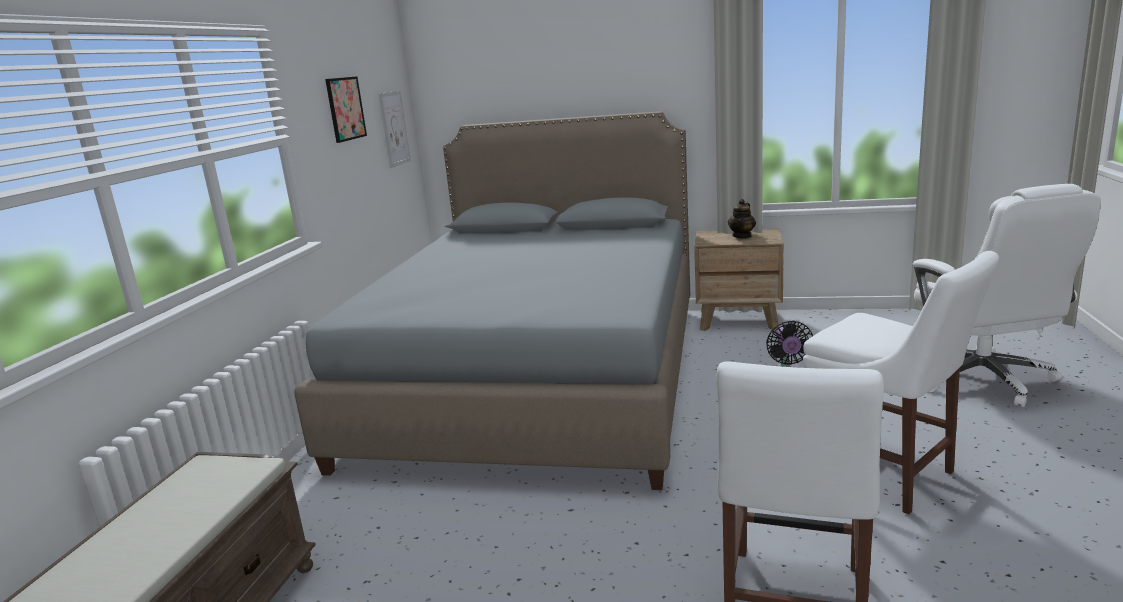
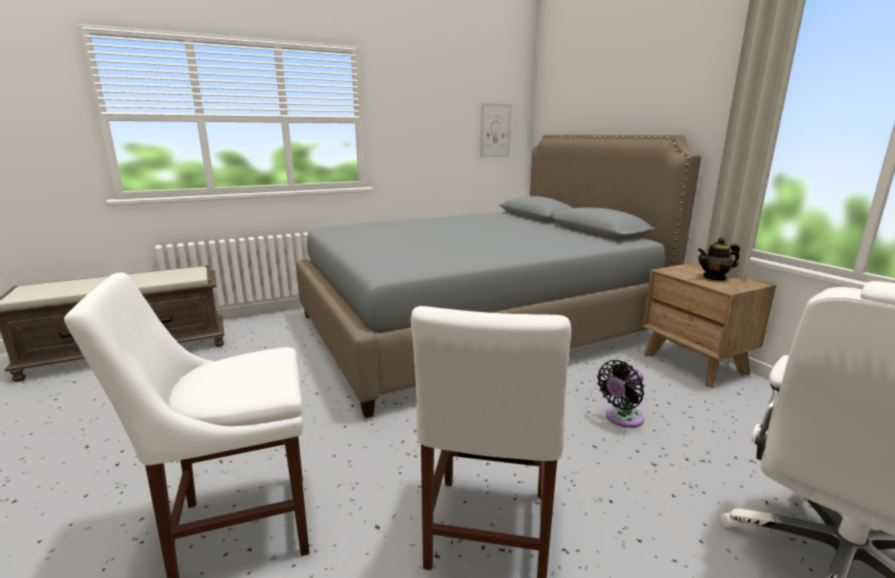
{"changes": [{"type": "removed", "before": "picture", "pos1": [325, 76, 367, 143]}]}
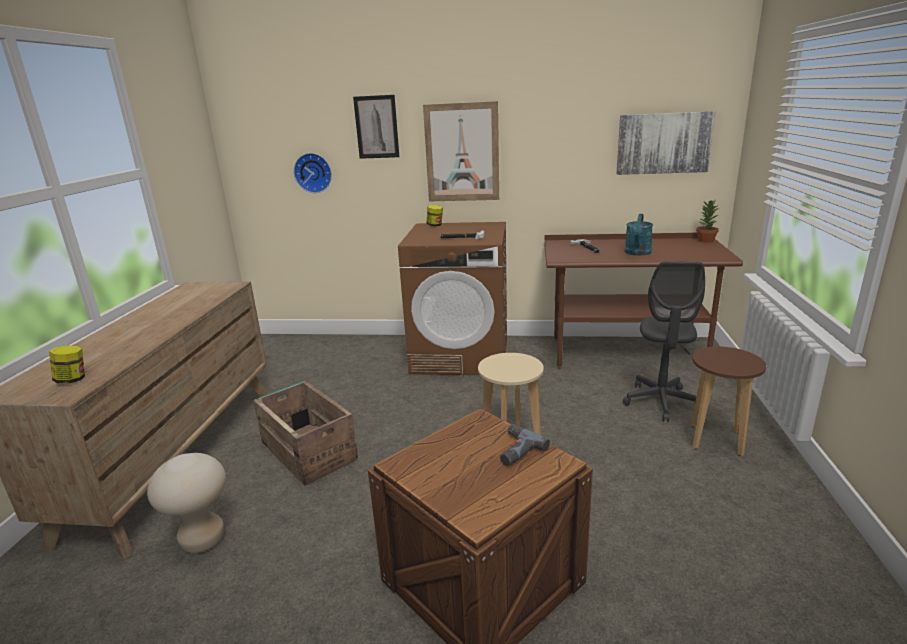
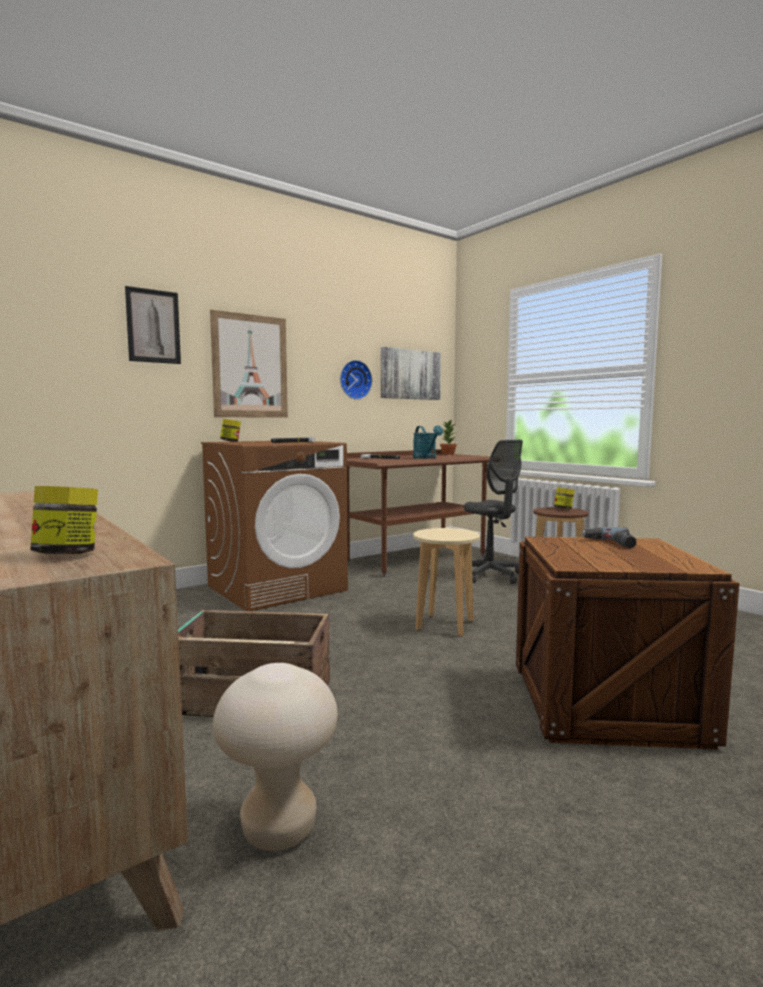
{"changes": [{"type": "moved", "before": "wall clock", "pos1": [294, 153, 332, 193], "pos2": [340, 360, 372, 400]}, {"type": "added", "after": "jar", "pos2": [554, 487, 575, 509]}]}
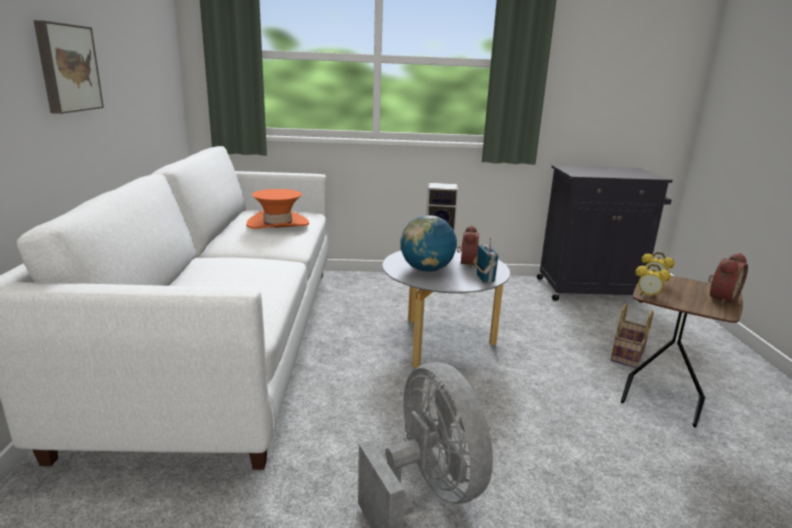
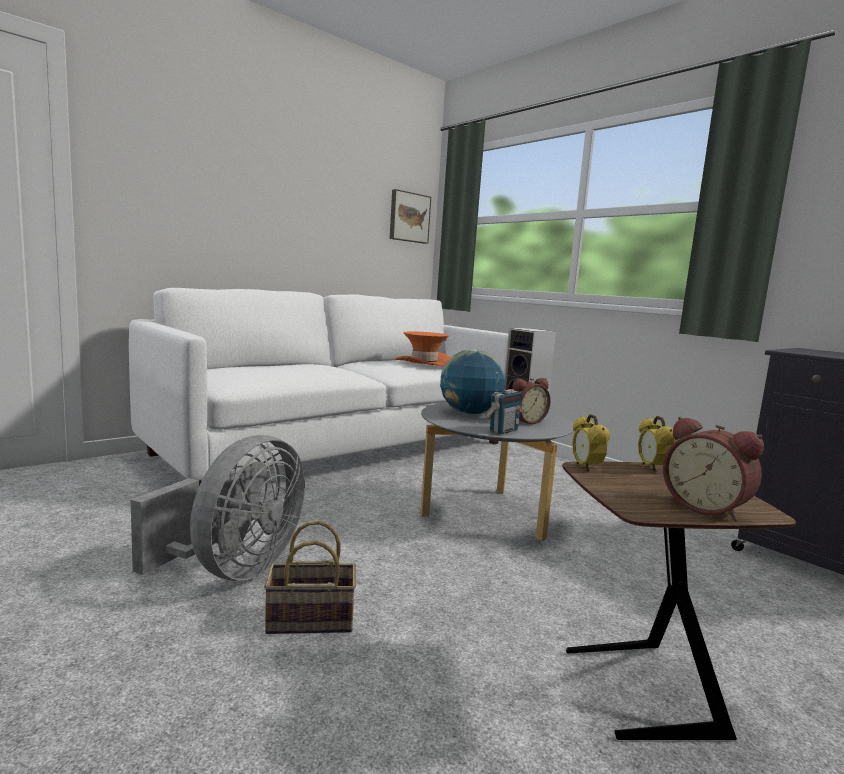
{"changes": [{"type": "moved", "before": "basket", "pos1": [611, 304, 653, 368], "pos2": [264, 521, 356, 634]}, {"type": "moved", "before": "picture", "pos1": [34, 20, 104, 114], "pos2": [390, 189, 431, 244]}, {"type": "turned", "before": "alarm clock", "pos1": [708, 253, 748, 305], "pos2": [663, 417, 764, 522], "turn": 45}]}
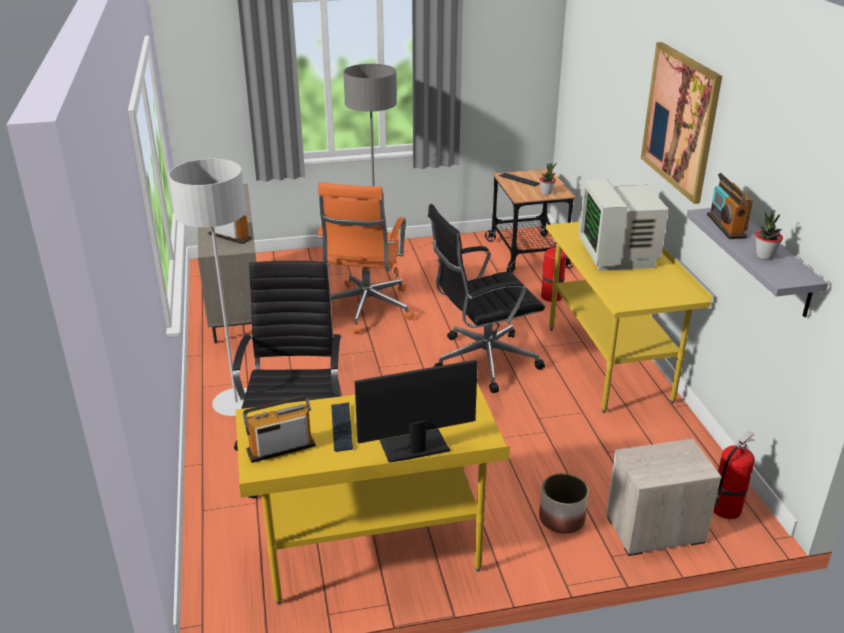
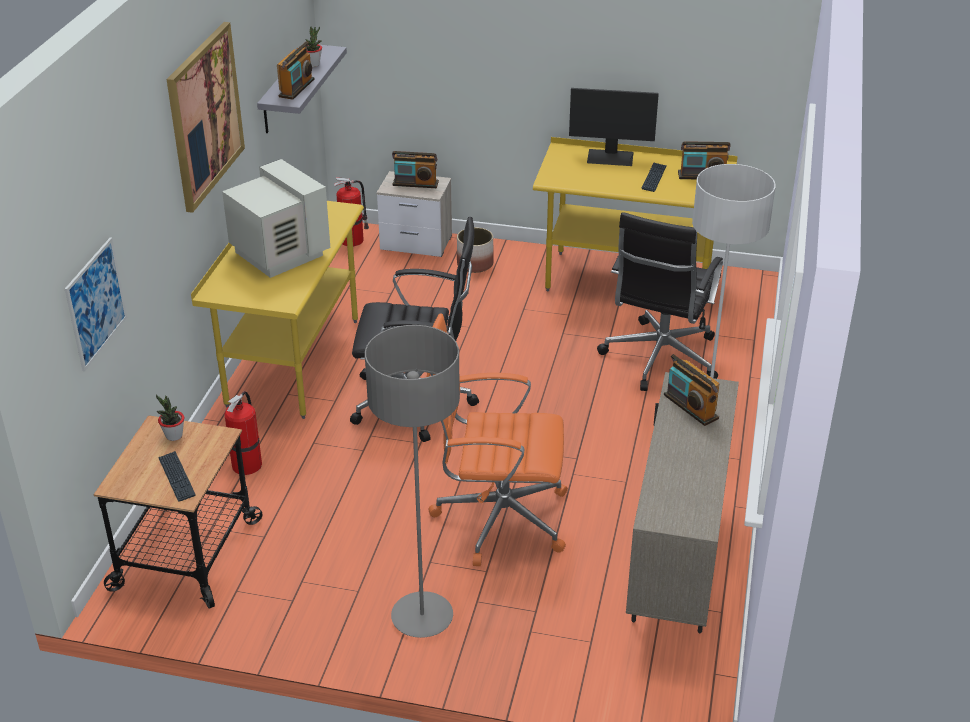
{"changes": [{"type": "added", "after": "picture", "pos2": [65, 237, 127, 371]}, {"type": "turned", "before": "monitor", "pos1": [579, 179, 669, 271], "pos2": [222, 159, 330, 278], "turn": -60}, {"type": "added", "after": "radio", "pos2": [392, 151, 439, 188]}, {"type": "turned", "before": "office chair (orange)", "pos1": [317, 182, 414, 333], "pos2": [427, 314, 568, 566], "turn": -120}]}
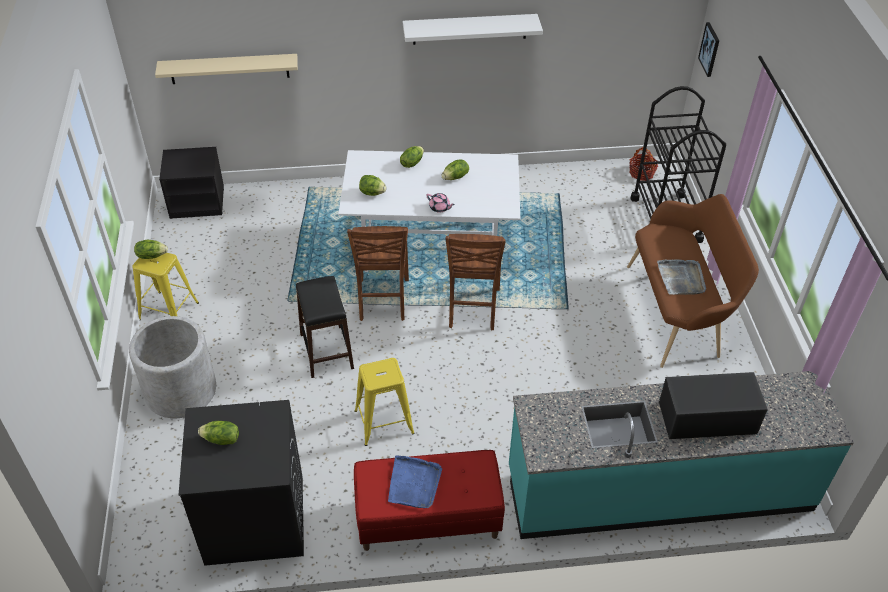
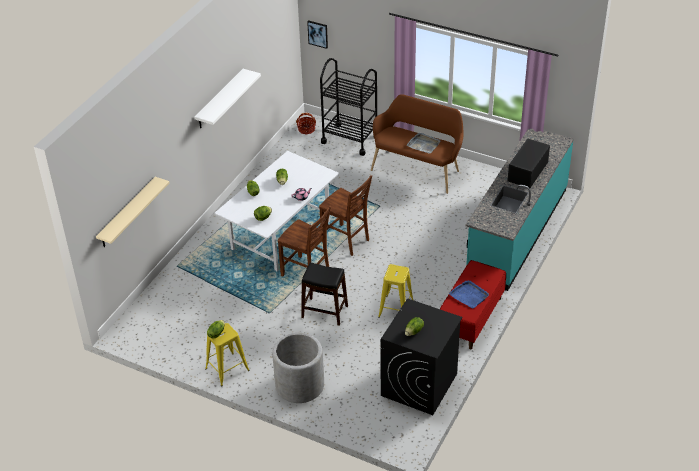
{"changes": [{"type": "removed", "before": "nightstand (black)", "pos1": [159, 147, 224, 219]}]}
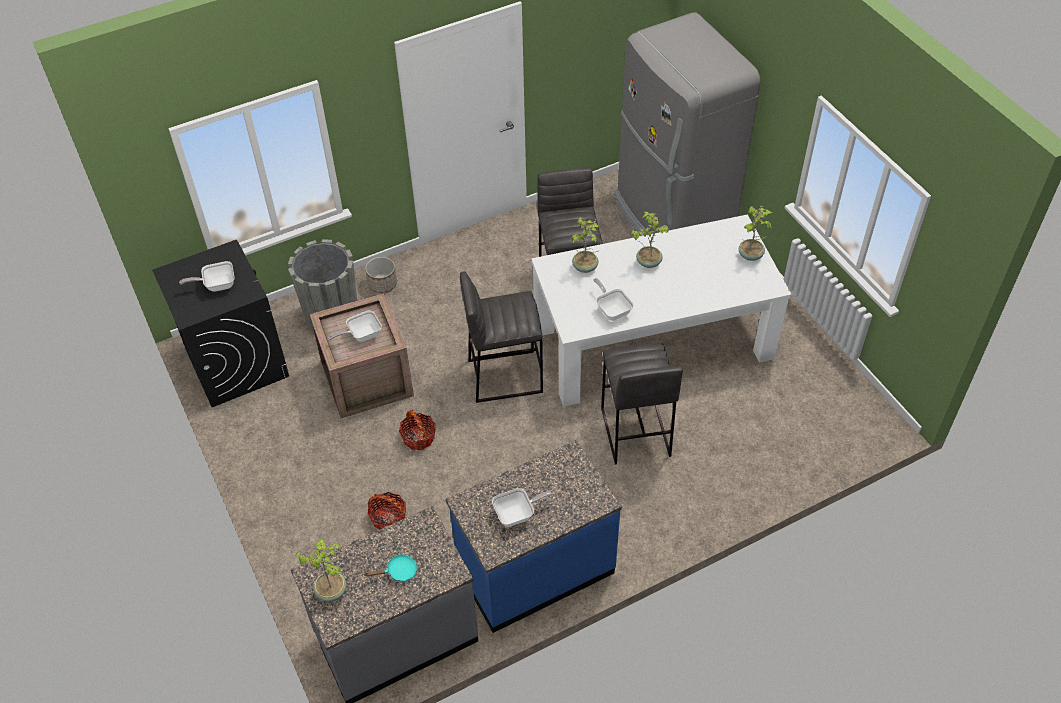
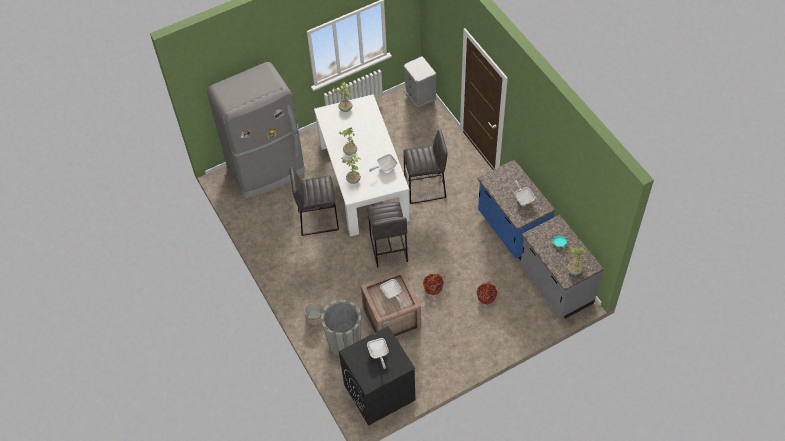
{"changes": [{"type": "added", "after": "nightstand (grey)", "pos2": [404, 56, 437, 111]}]}
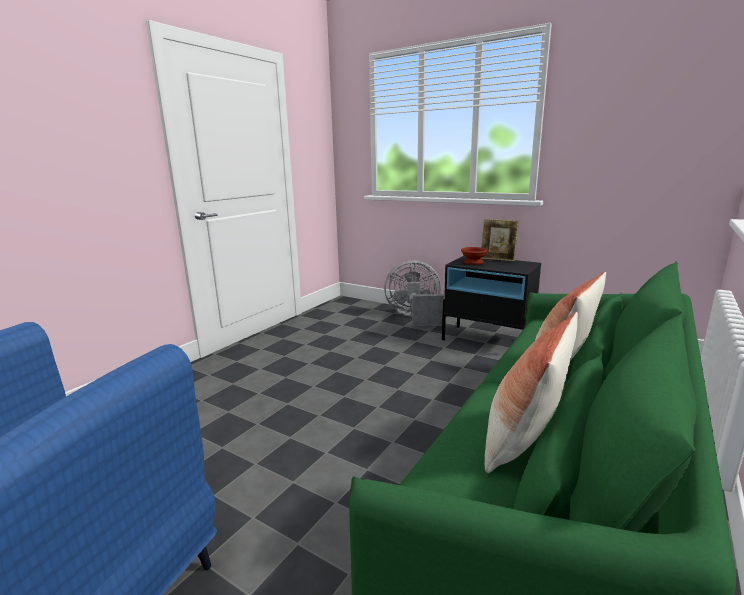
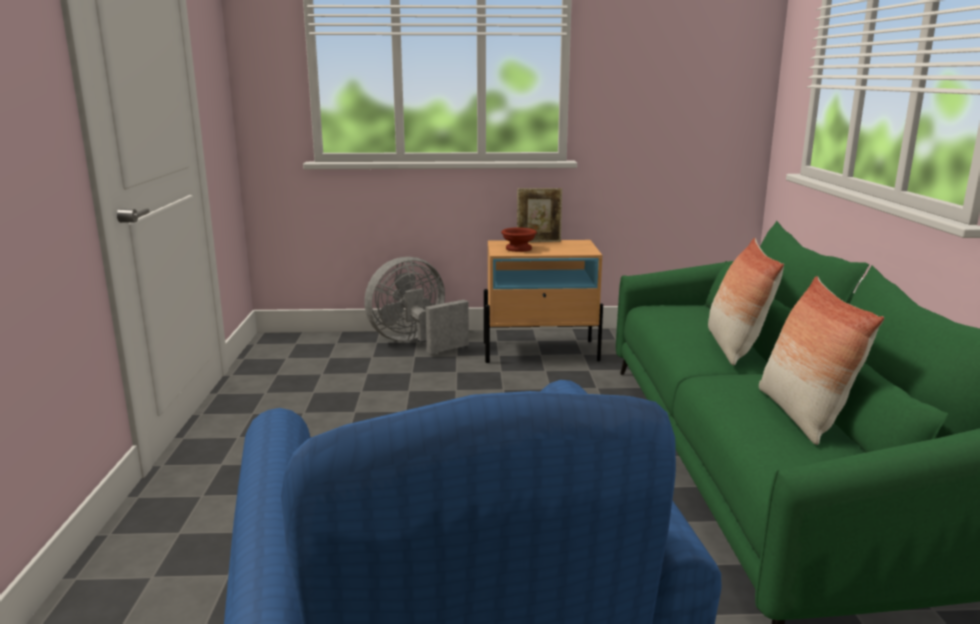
{"changes": [{"type": "recoloured", "before": "nightstand (black)", "after": "nightstand (beige)", "pos1": [442, 256, 541, 340], "pos2": [484, 240, 603, 363]}]}
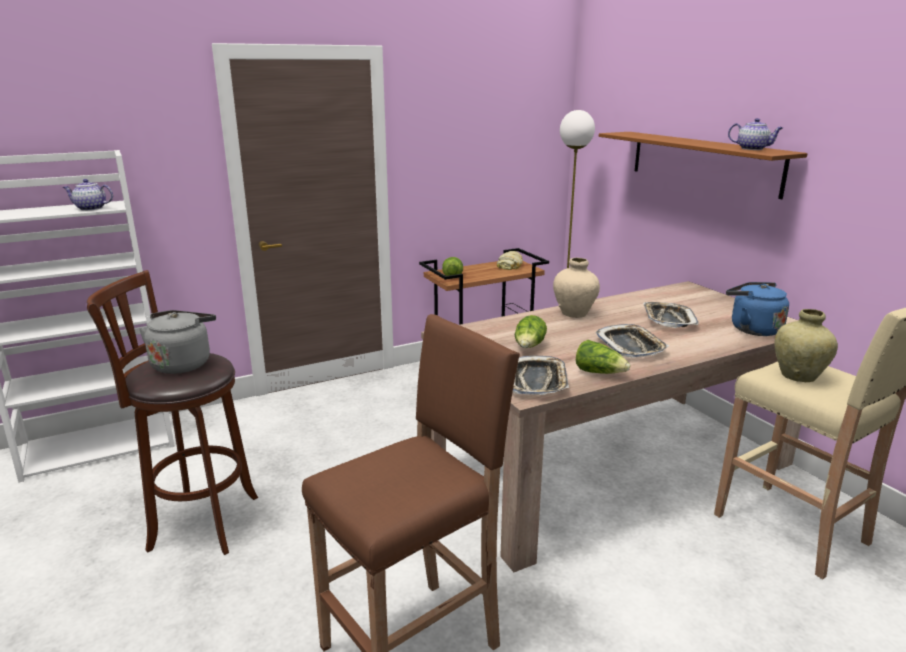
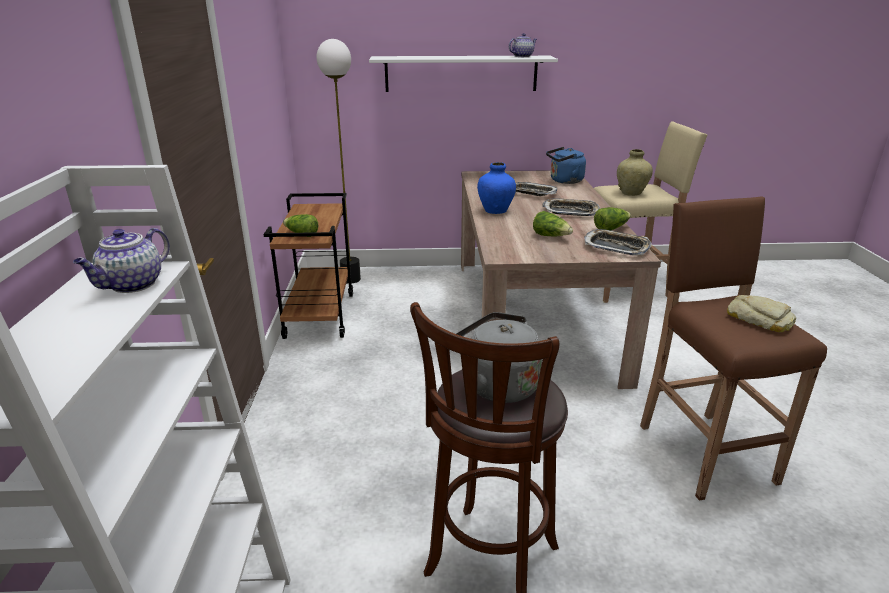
{"changes": [{"type": "recoloured", "before": "shelf (brown)", "after": "shelf (white)", "pos1": [599, 132, 808, 199], "pos2": [369, 56, 558, 92]}, {"type": "recoloured", "before": "vase (beige)", "after": "vase (blue)", "pos1": [553, 257, 600, 318], "pos2": [477, 162, 516, 214]}, {"type": "moved", "before": "bread", "pos1": [497, 251, 523, 270], "pos2": [727, 295, 796, 332]}]}
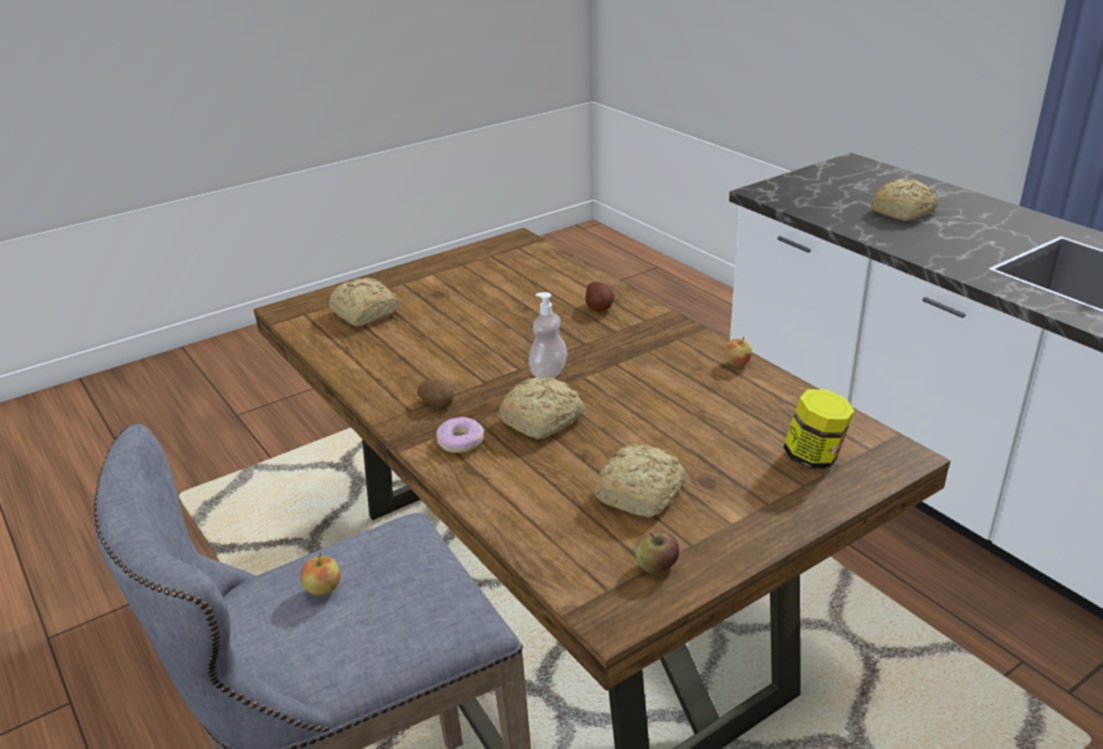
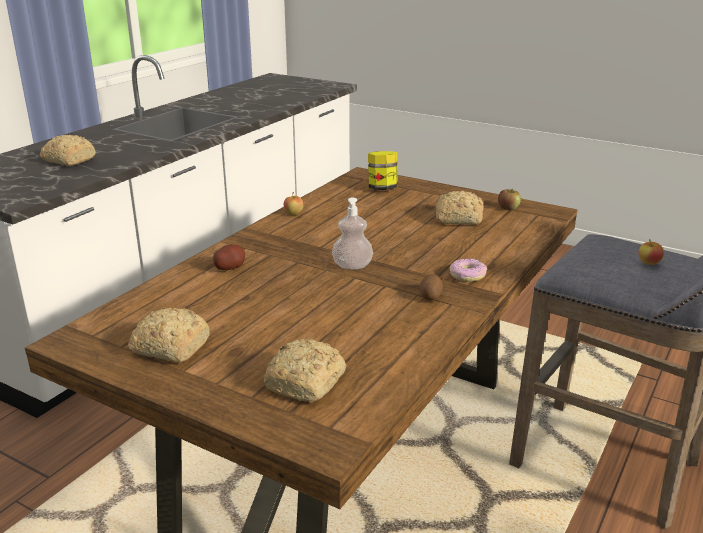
{"changes": [{"type": "moved", "before": "bread", "pos1": [498, 377, 585, 439], "pos2": [128, 308, 210, 363]}]}
